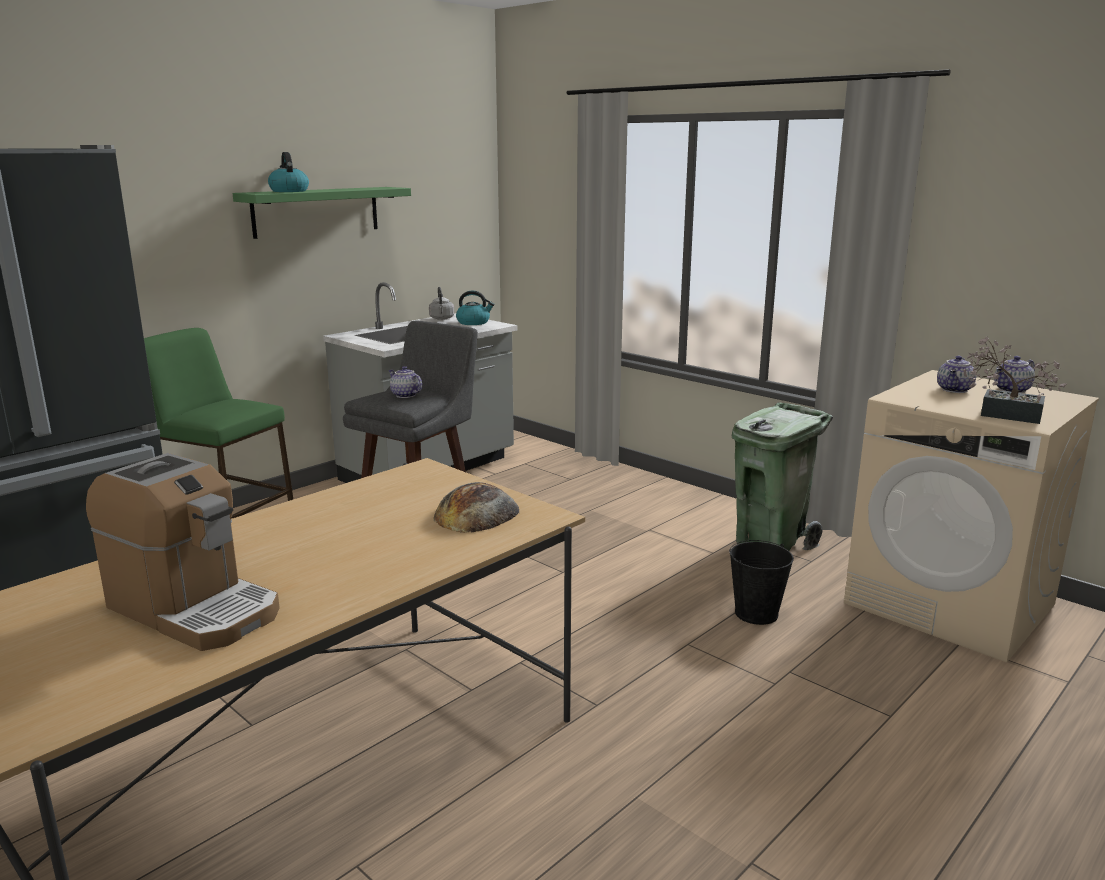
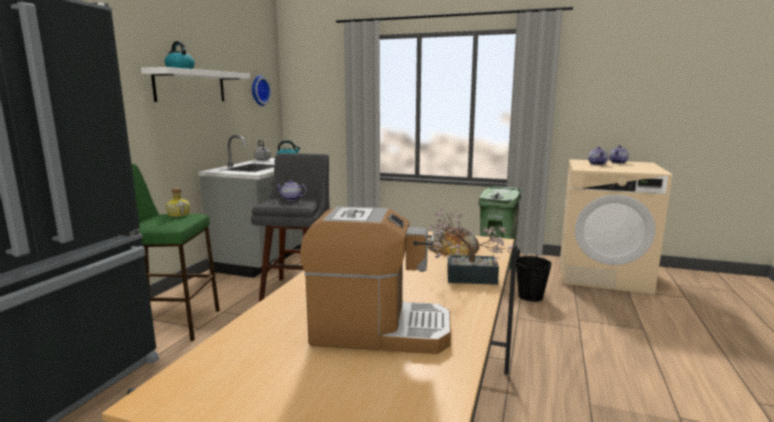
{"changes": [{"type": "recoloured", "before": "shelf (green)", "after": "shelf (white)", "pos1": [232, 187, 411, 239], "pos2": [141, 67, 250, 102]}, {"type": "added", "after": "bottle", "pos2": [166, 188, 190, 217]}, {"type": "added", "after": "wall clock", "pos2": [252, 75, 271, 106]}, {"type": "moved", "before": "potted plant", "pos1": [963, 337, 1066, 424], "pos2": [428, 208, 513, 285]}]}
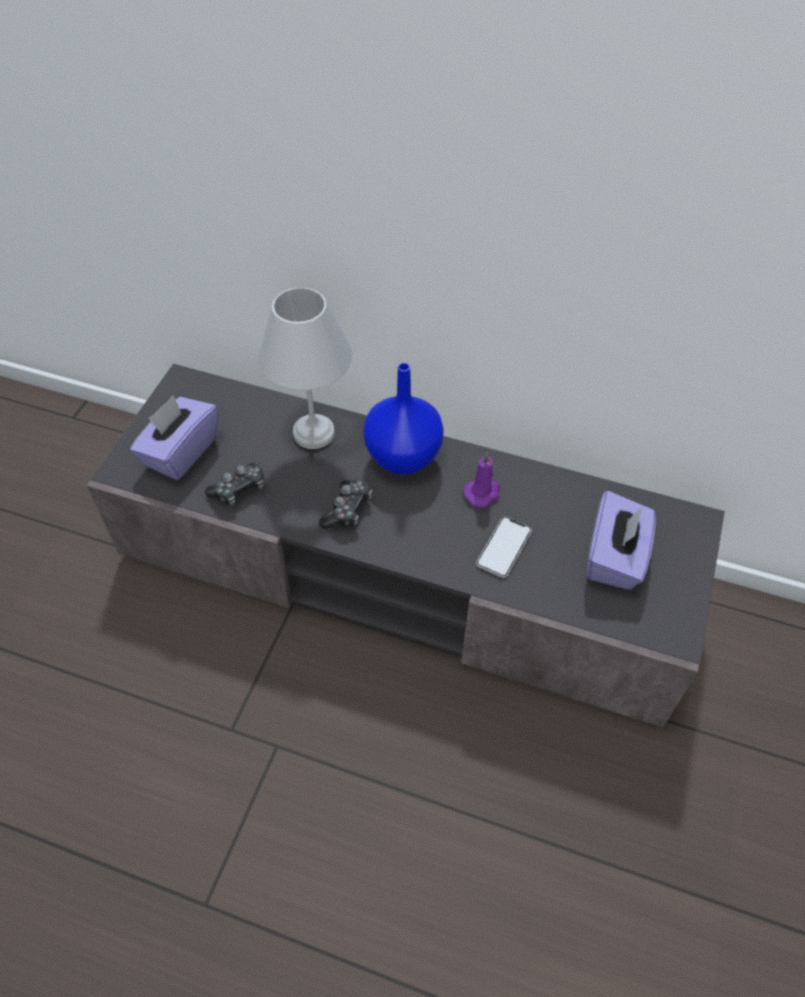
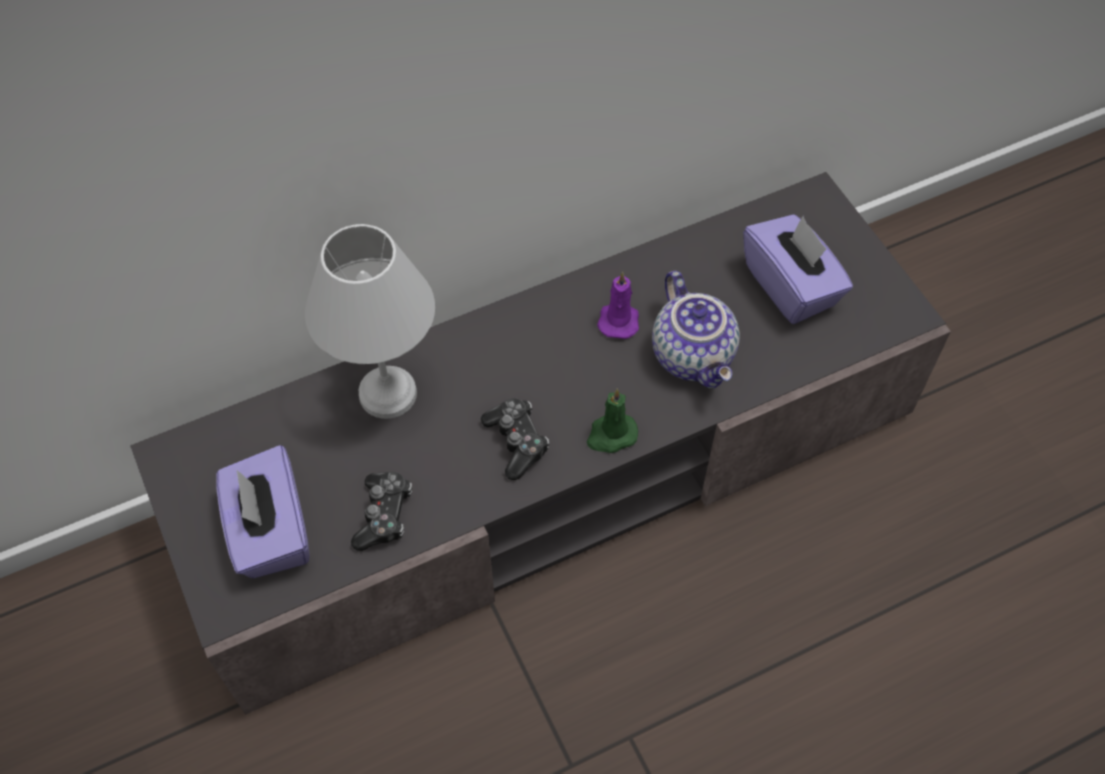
{"changes": [{"type": "added", "after": "candle (green)", "pos2": [587, 389, 638, 453]}, {"type": "replaced", "before": "phone", "after": "teapot", "pos1": [476, 516, 532, 578], "pos2": [652, 271, 740, 388]}, {"type": "removed", "before": "vase (blue)", "pos1": [363, 362, 444, 475]}]}
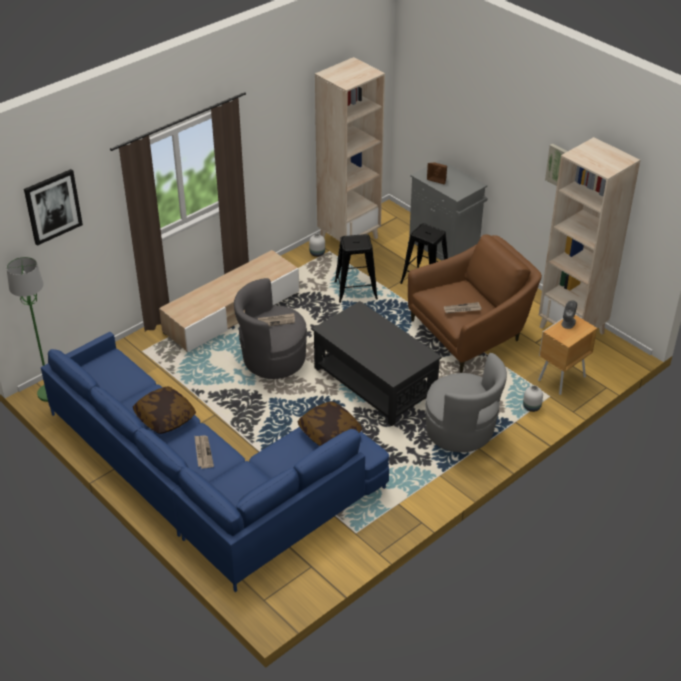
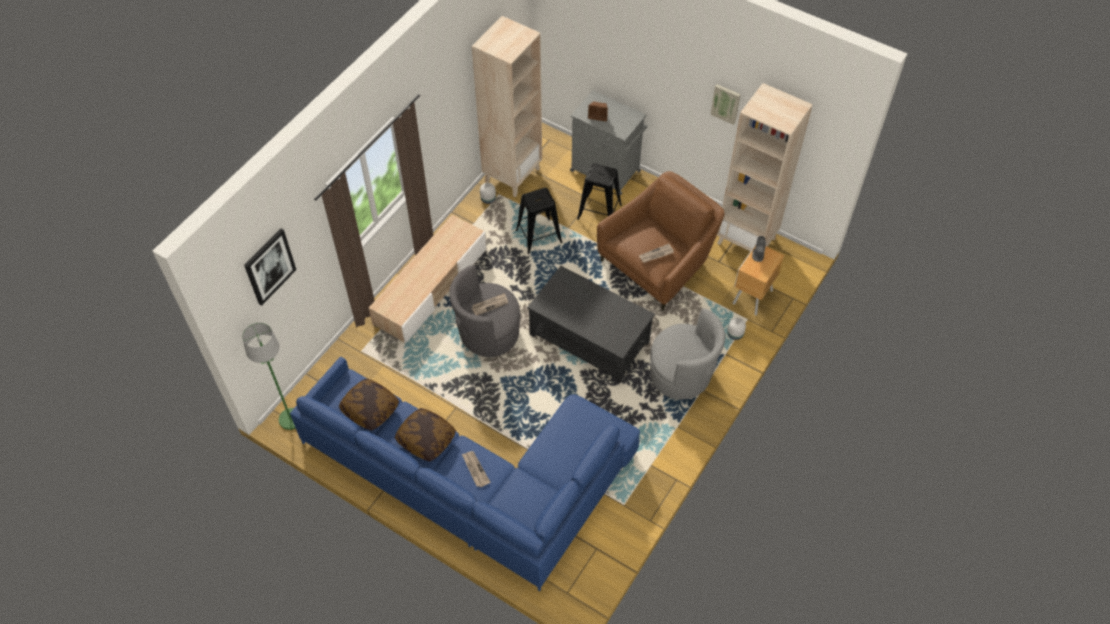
{"changes": [{"type": "moved", "before": "pillow", "pos1": [297, 401, 362, 446], "pos2": [339, 379, 399, 431]}]}
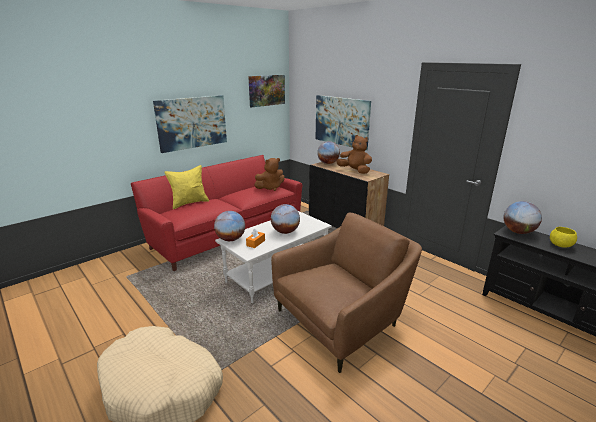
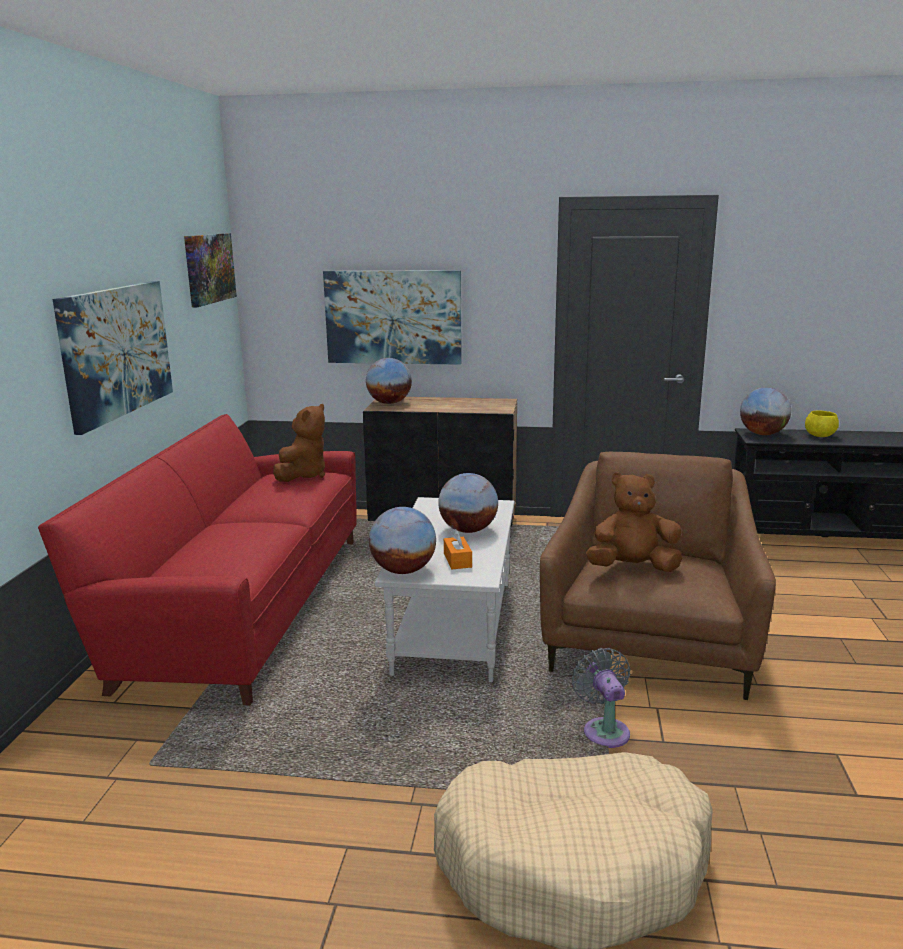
{"changes": [{"type": "added", "after": "fan (grey)", "pos2": [572, 648, 630, 748]}, {"type": "moved", "before": "plush toy (brown)", "pos1": [337, 135, 372, 174], "pos2": [586, 472, 682, 572]}, {"type": "removed", "before": "pillow (yellow)", "pos1": [164, 165, 209, 209]}]}
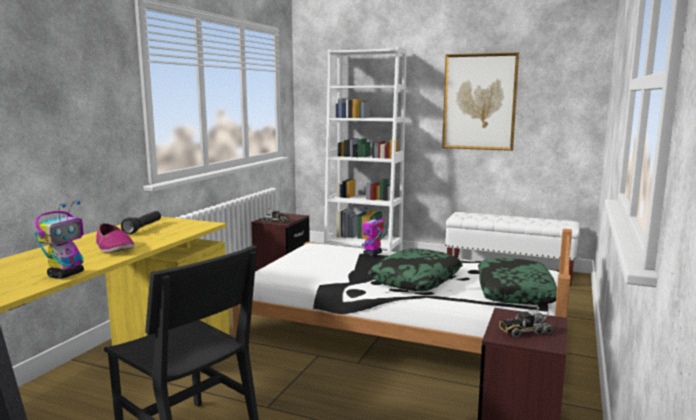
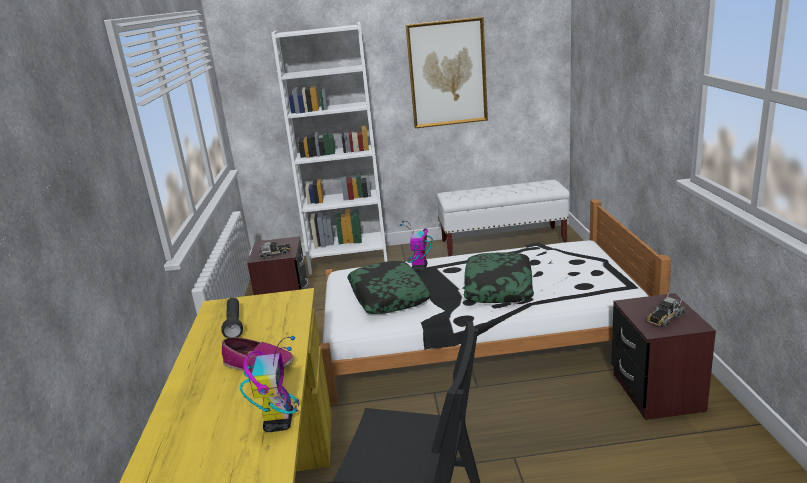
{"changes": [{"type": "moved", "before": "pillow", "pos1": [478, 258, 557, 305], "pos2": [347, 261, 431, 314]}]}
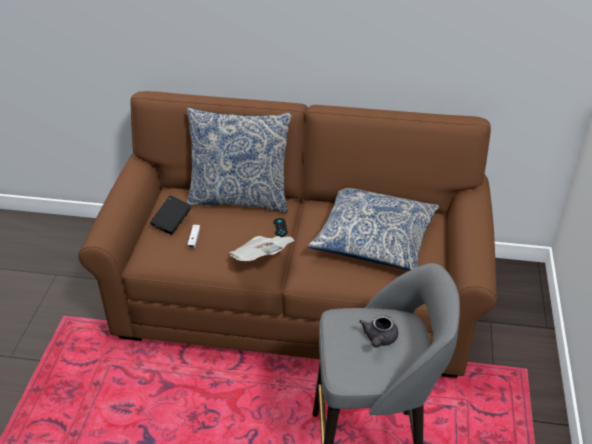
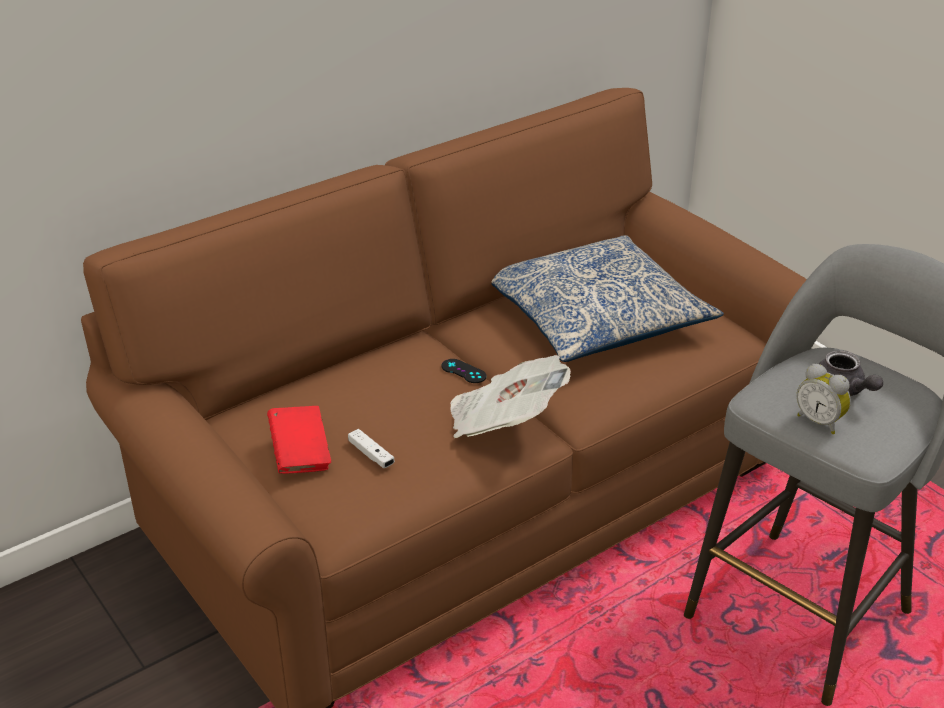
{"changes": [{"type": "recoloured", "before": "book (black)", "after": "book (red)", "pos1": [150, 195, 191, 235], "pos2": [267, 406, 331, 474]}, {"type": "added", "after": "alarm clock", "pos2": [797, 364, 851, 434]}, {"type": "removed", "before": "pillow", "pos1": [187, 108, 292, 213]}]}
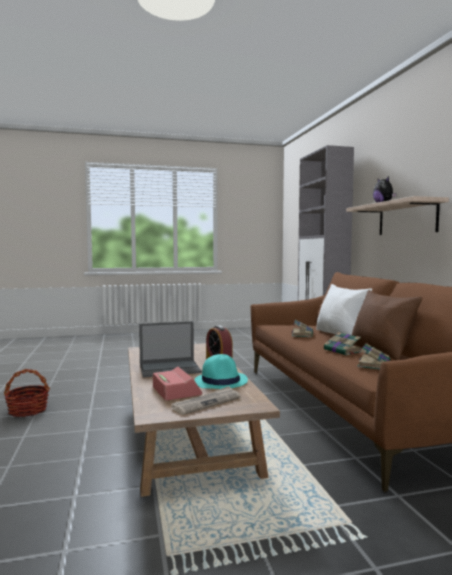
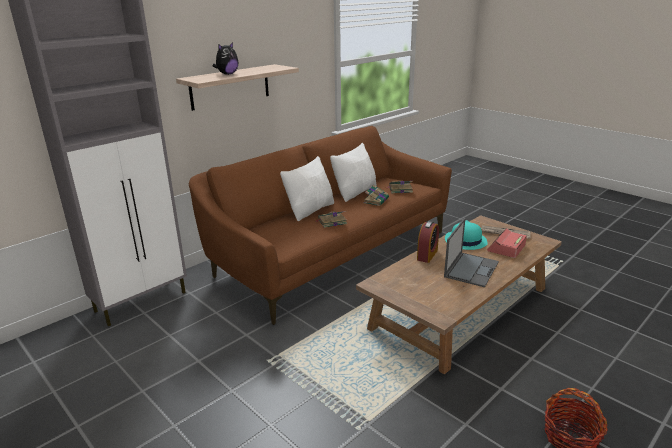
{"changes": [{"type": "recoloured", "before": "pillow (brown)", "after": "pillow (white)", "pos1": [352, 290, 422, 360], "pos2": [330, 143, 377, 202]}, {"type": "turned", "before": "laptop", "pos1": [139, 321, 202, 378], "pos2": [444, 218, 499, 287], "turn": 75}]}
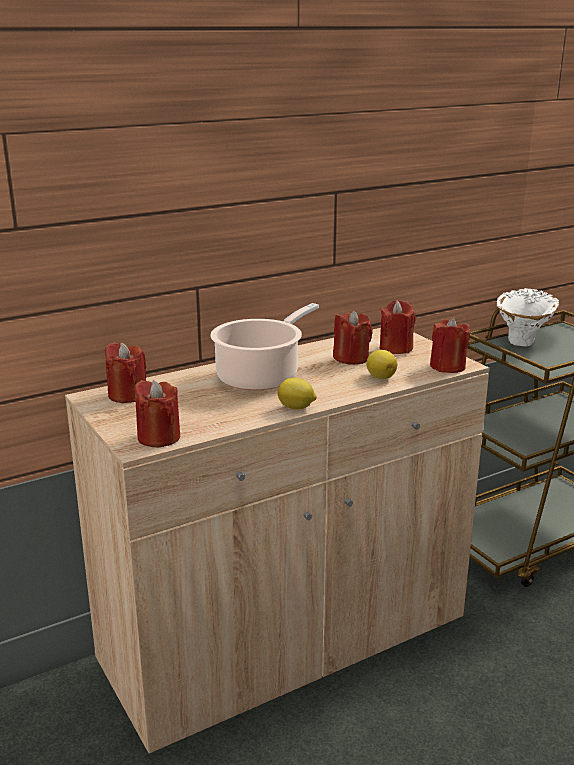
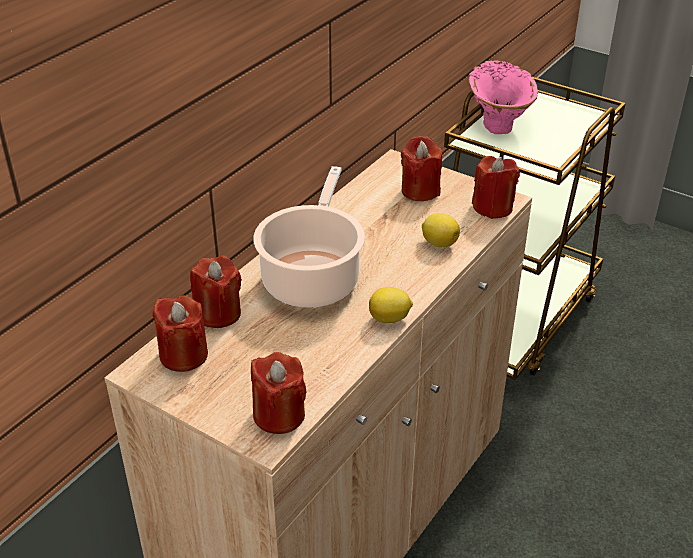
{"changes": [{"type": "moved", "before": "candle (red)", "pos1": [333, 310, 373, 365], "pos2": [190, 255, 242, 328]}, {"type": "recoloured", "before": "vase (white)", "after": "vase (pink)", "pos1": [496, 288, 560, 346], "pos2": [469, 61, 538, 134]}]}
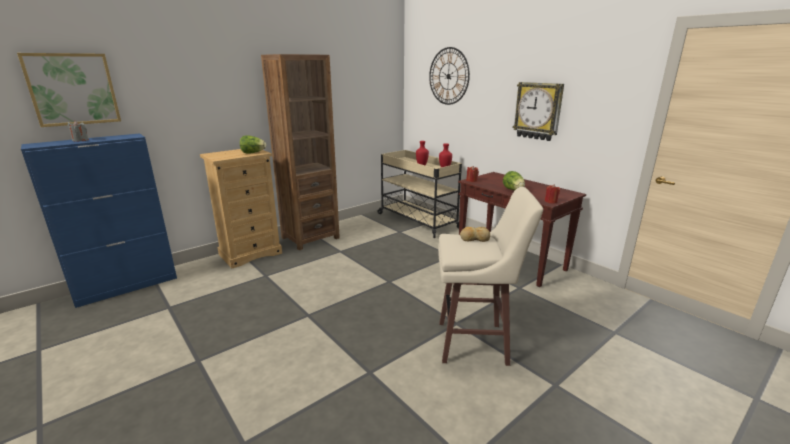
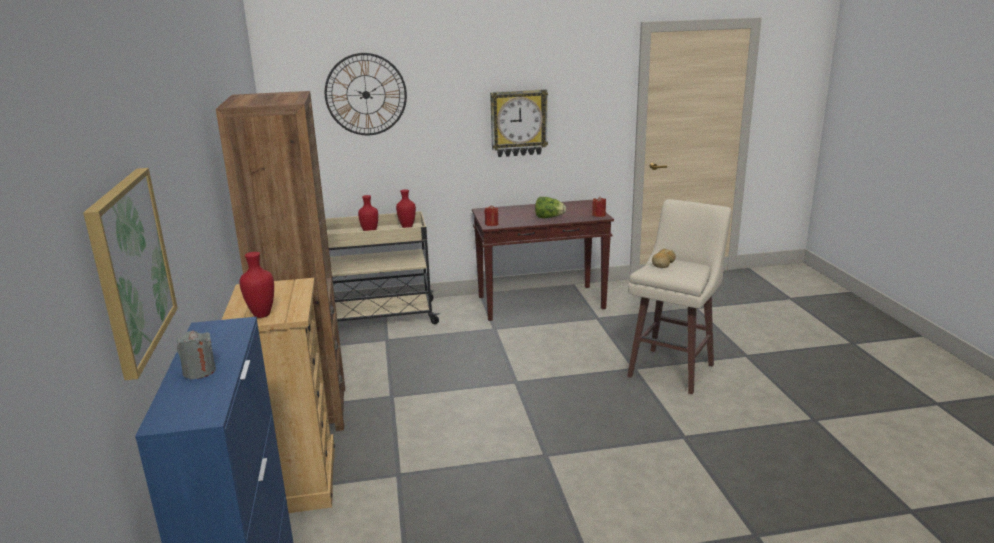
{"changes": [{"type": "added", "after": "vase (red)", "pos2": [239, 252, 274, 318]}, {"type": "removed", "before": "lettuce", "pos1": [240, 135, 266, 154]}]}
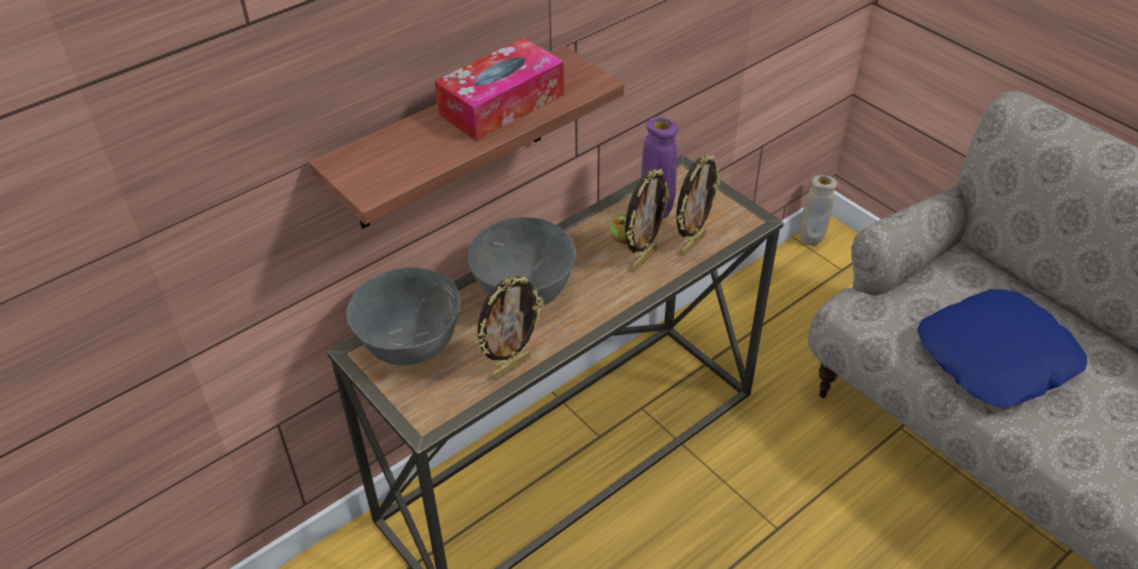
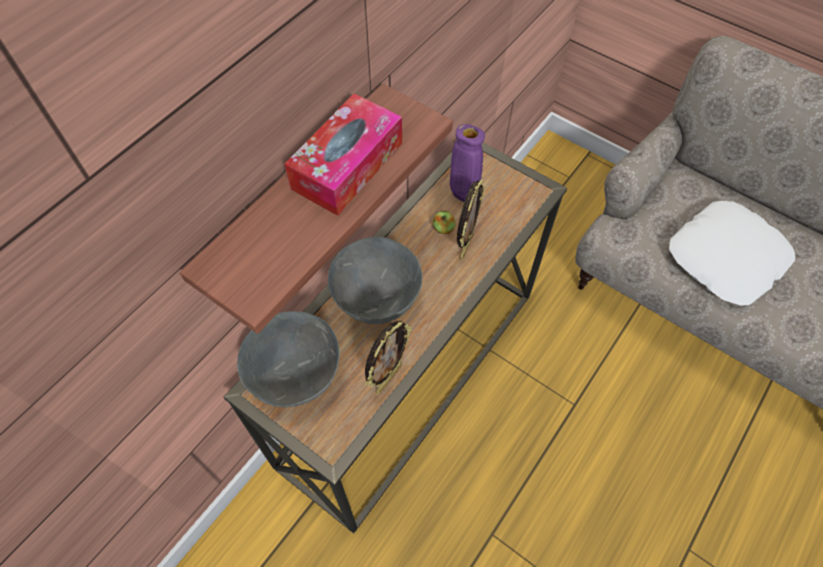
{"changes": [{"type": "recoloured", "before": "pillow (blue)", "after": "pillow (white)", "pos1": [917, 289, 1088, 408], "pos2": [669, 201, 795, 305]}, {"type": "removed", "before": "picture frame", "pos1": [676, 154, 720, 256]}, {"type": "removed", "before": "vase (beige)", "pos1": [800, 175, 837, 245]}]}
